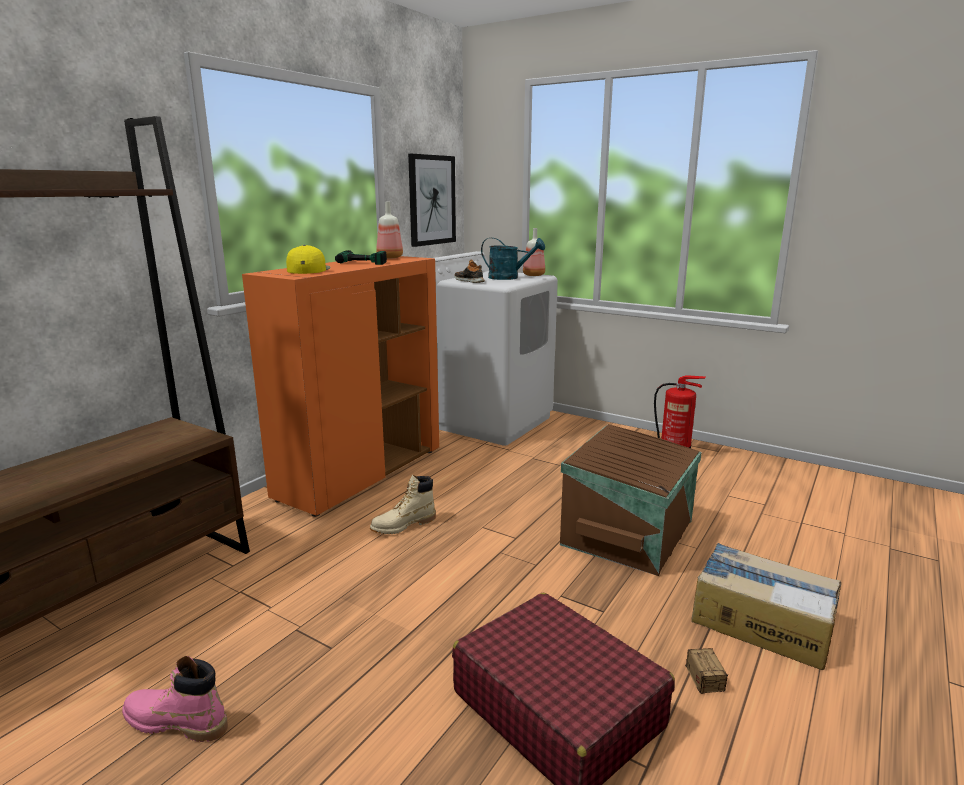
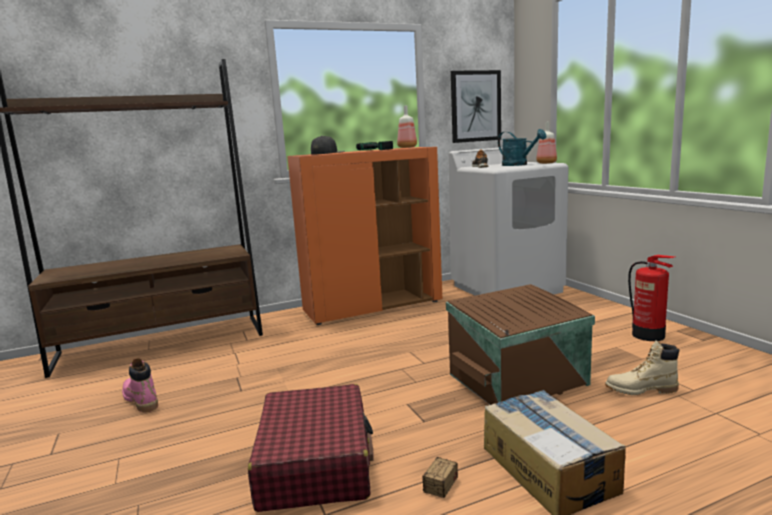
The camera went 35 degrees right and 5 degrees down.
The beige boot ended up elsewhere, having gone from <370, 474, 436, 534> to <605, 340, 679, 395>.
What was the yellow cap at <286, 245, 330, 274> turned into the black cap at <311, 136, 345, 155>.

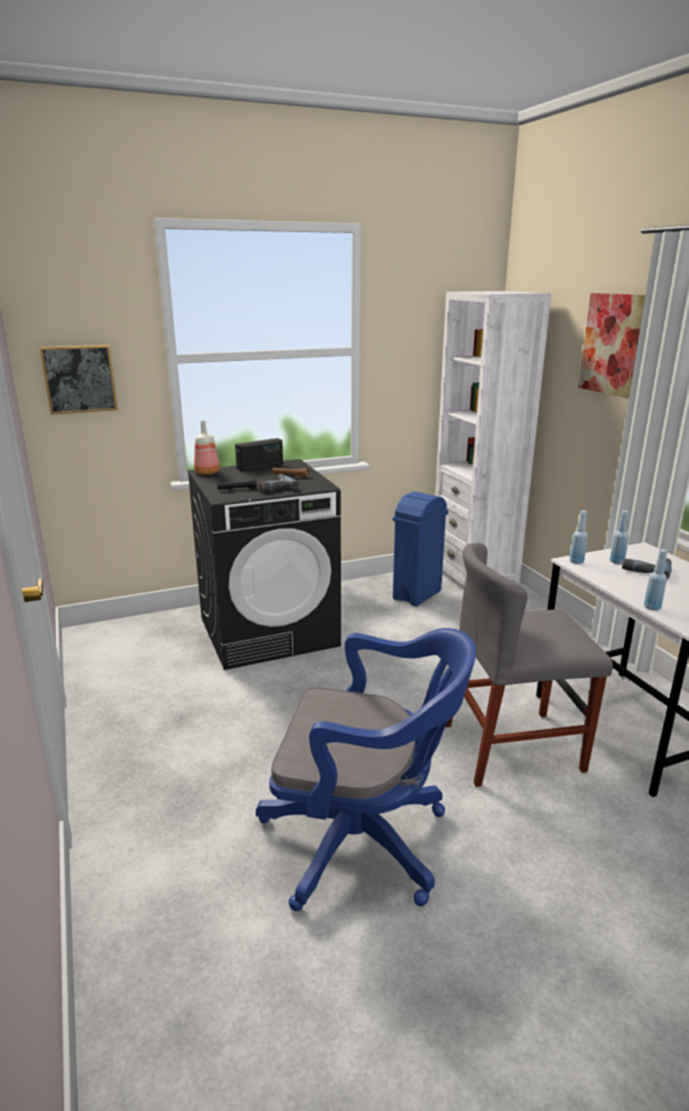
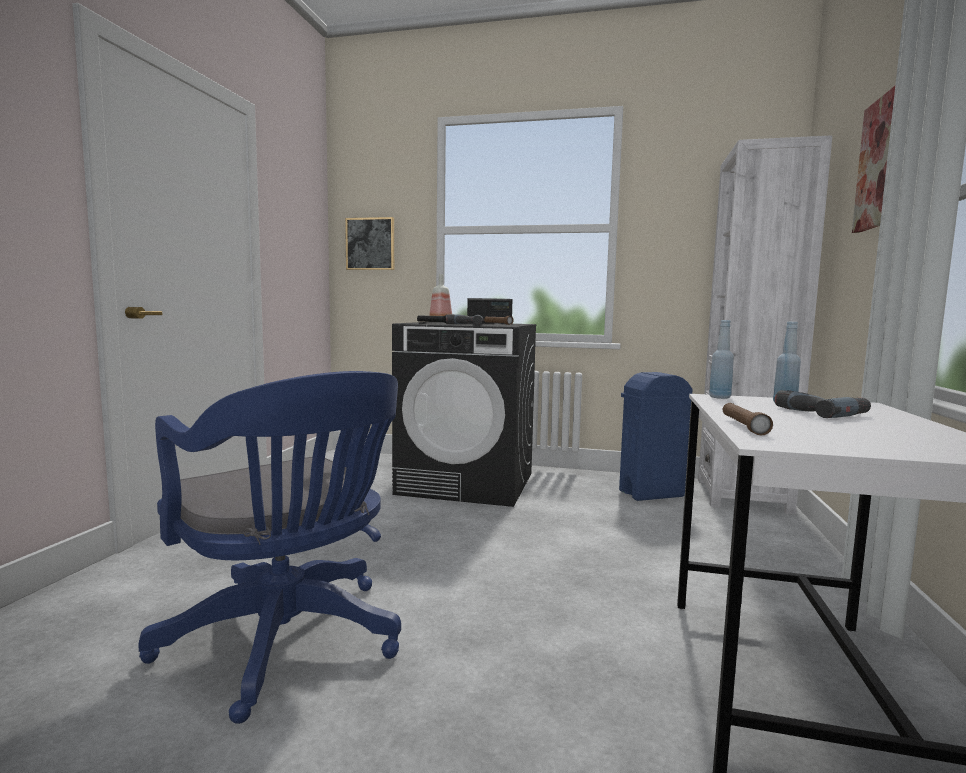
The camera went 35 degrees right and 15 degrees down.
The second view lost the grey chair at <445, 543, 613, 787>.
Where the blue bottle stood at <644, 549, 667, 611>, the brown flashlight came to stand at <723, 403, 773, 435>.

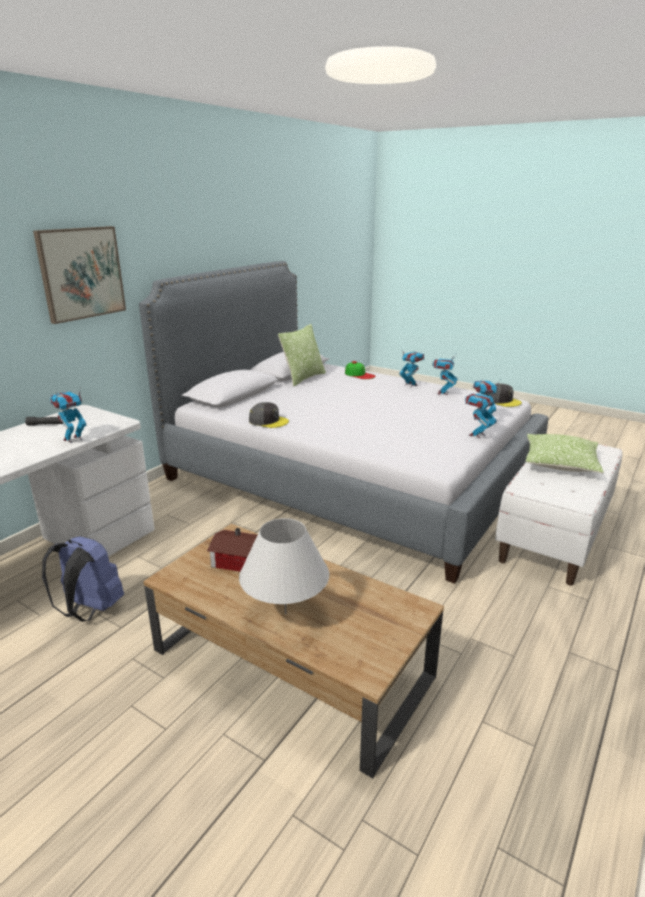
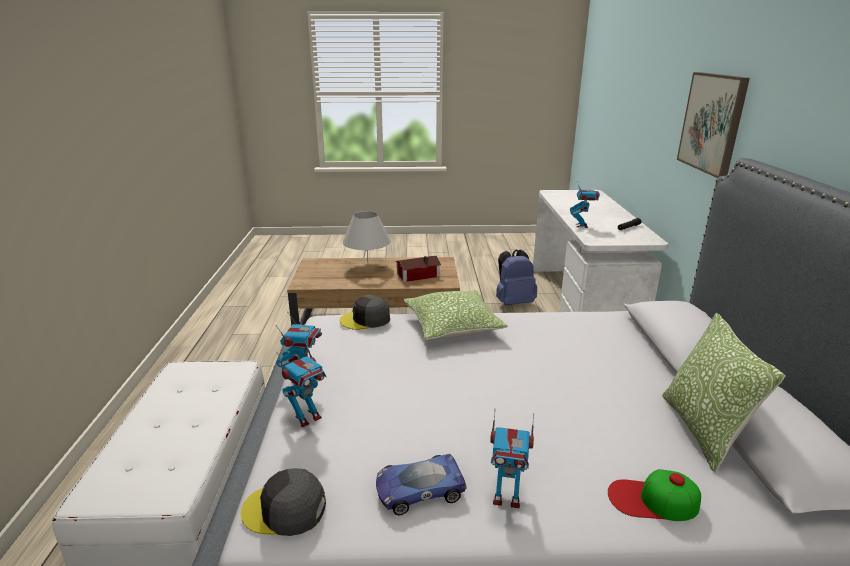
The camera went 145 degrees right and 0 degrees up.
The grey cap ended up elsewhere, having gone from <249, 402, 289, 428> to <340, 295, 390, 330>.
The pillow ended up elsewhere, having gone from <525, 434, 604, 473> to <404, 290, 508, 340>.
Where the toy robot stood at <432, 355, 457, 395>, the toy car came to stand at <376, 454, 467, 515>.

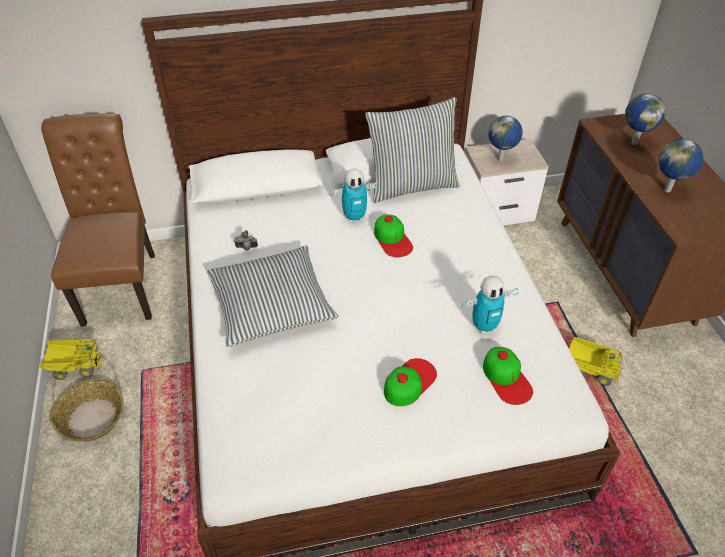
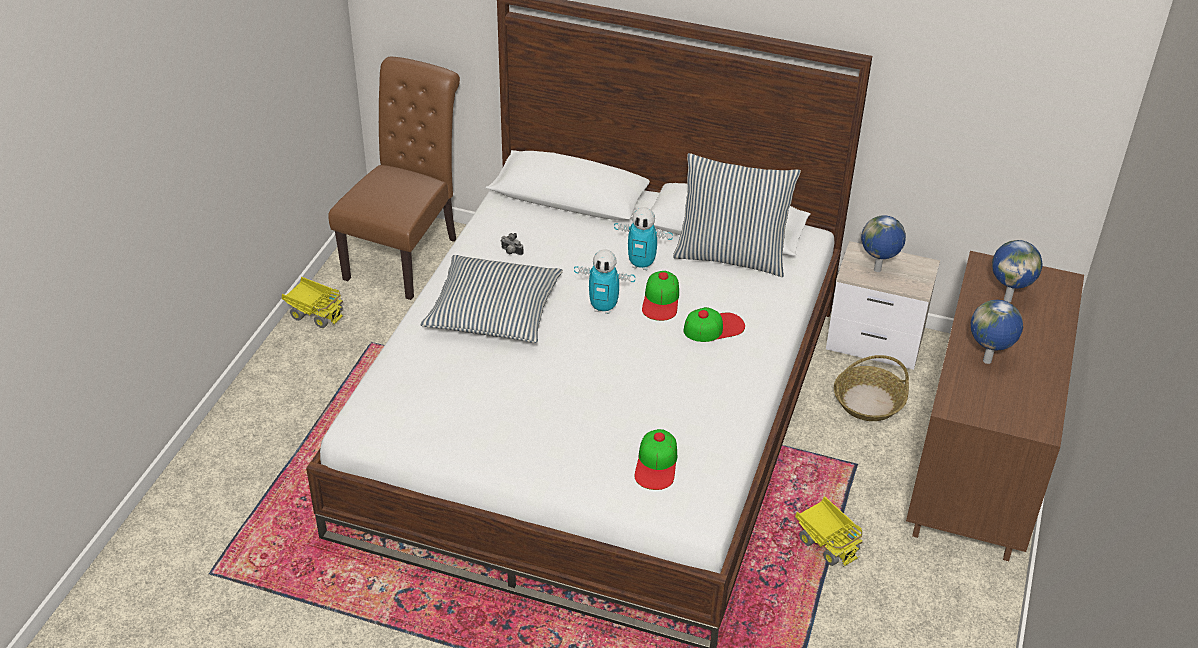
The camera went 30 degrees right and 5 degrees down.
The basket ended up elsewhere, having gone from <49, 379, 124, 442> to <834, 355, 909, 421>.
The cap ended up elsewhere, having gone from <384, 358, 437, 406> to <684, 307, 745, 342>.
The toy robot ended up elsewhere, having gone from <462, 276, 518, 334> to <574, 249, 635, 314>.

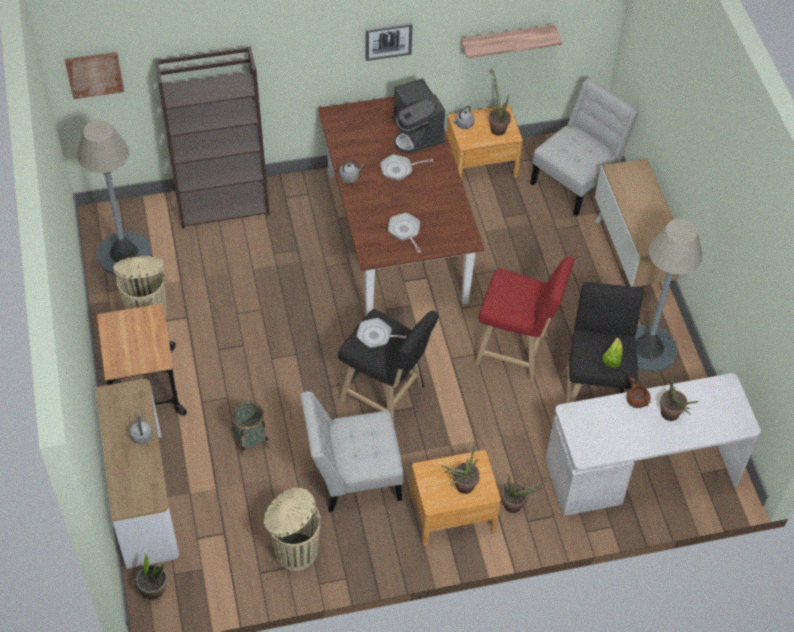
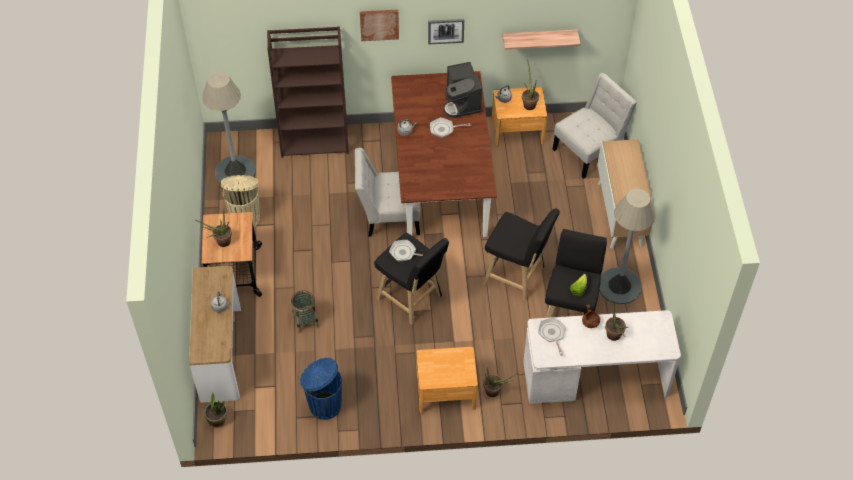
The camera went 10 degrees right and 0 degrees up.
The picture ended up elsewhere, having gone from <65, 52, 124, 99> to <360, 10, 399, 41>.
The white chair ended up elsewhere, having gone from <301, 391, 403, 512> to <355, 148, 420, 237>.
The frying pan ended up elsewhere, having gone from <388, 213, 421, 253> to <538, 318, 566, 356>.
The potted plant ended up elsewhere, having gone from <441, 444, 480, 494> to <195, 208, 232, 247>.
What was the beige trash can at <264, 488, 321, 571> turned into the blue trash can at <300, 357, 342, 420>.
What was the red stool at <475, 256, 575, 381> turned into the black stool at <483, 208, 560, 301>.

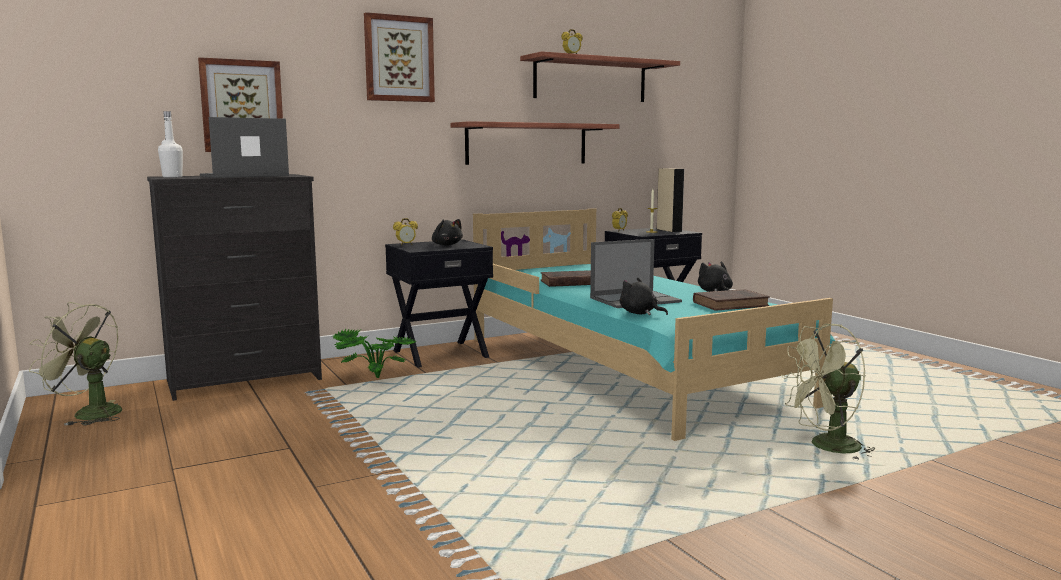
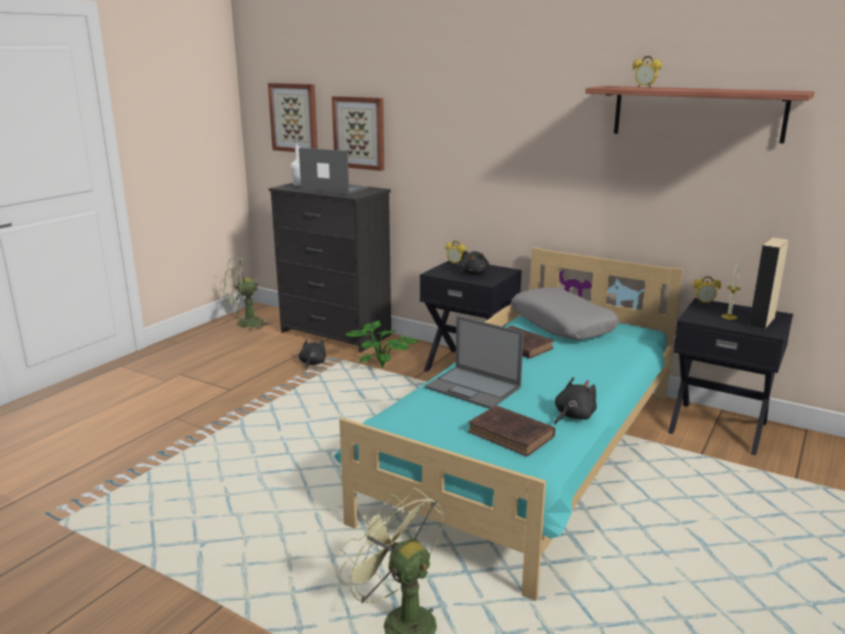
The camera went 60 degrees right and 10 degrees up.
The second view lost the shelf at <451, 121, 619, 165>.
The second view gained the grey pillow at <511, 287, 619, 340>.
The picture ended up elsewhere, having gone from <364, 12, 435, 102> to <268, 83, 318, 152>.
The black plush toy ended up elsewhere, having gone from <620, 277, 668, 315> to <299, 338, 326, 370>.
The green fan at <29, 302, 122, 426> ended up facing another way, 90 degrees counterclockwise from before.

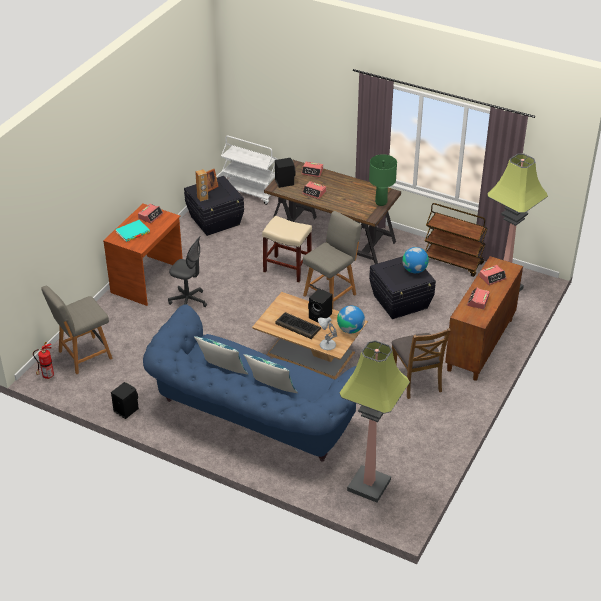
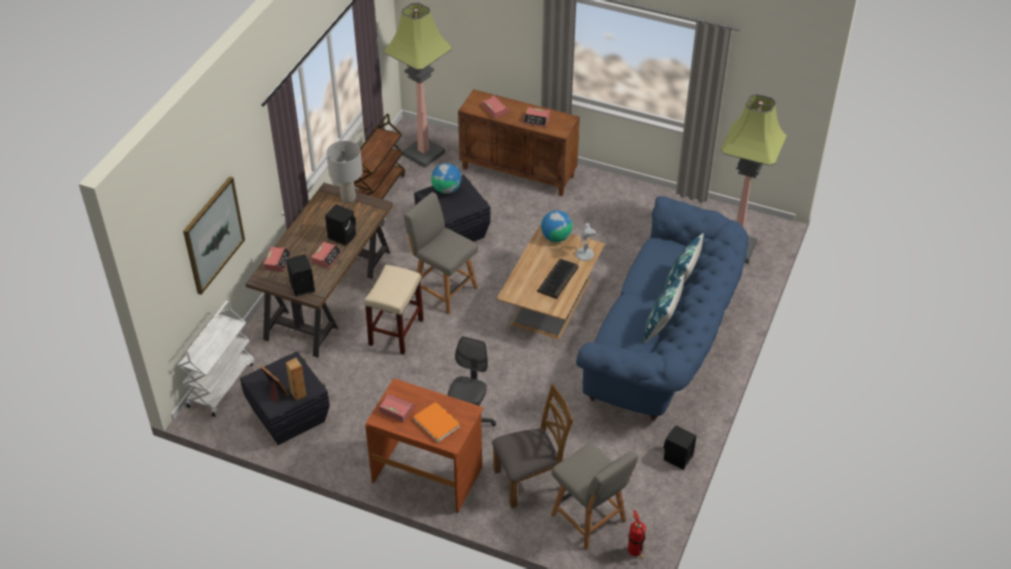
The camera went 95 degrees left and 5 degrees up.
The second view gained the picture at <183, 176, 245, 295>.
The black speaker ended up elsewhere, having gone from <308, 288, 333, 323> to <325, 204, 356, 245>.
The brown chair ended up elsewhere, having gone from <392, 328, 451, 399> to <492, 384, 574, 508>.
What was the turquoise book at <115, 220, 150, 242> turned into the orange book at <413, 402, 461, 442>.
What was the green table lamp at <369, 154, 397, 206> turned into the grey table lamp at <326, 141, 363, 203>.

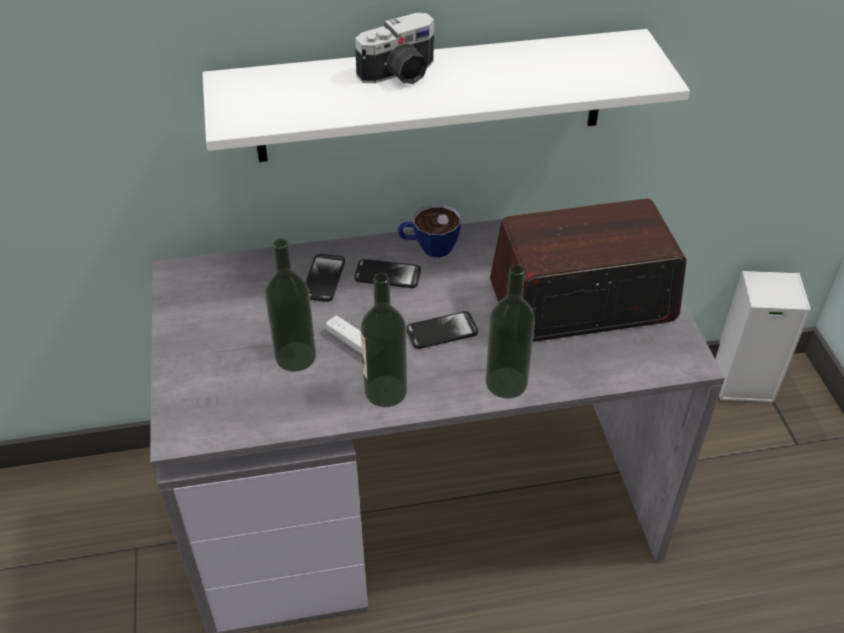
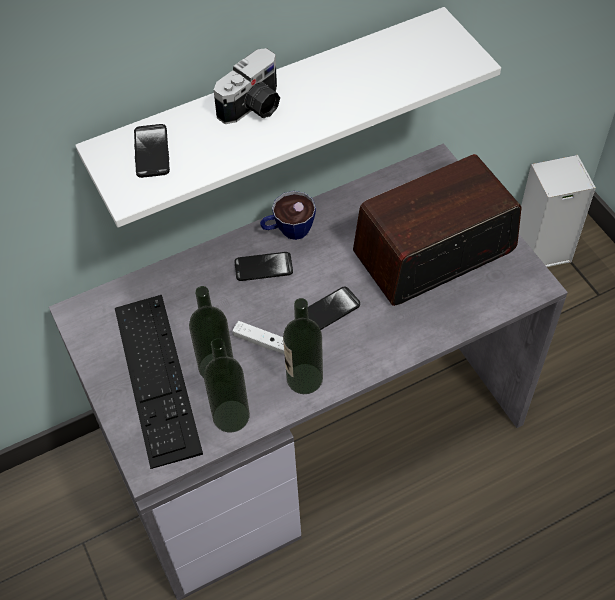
The camera went 15 degrees left and 10 degrees up.
The second view gained the keyboard at <115, 295, 203, 469>.
The phone ended up elsewhere, having gone from <306, 254, 345, 302> to <134, 124, 170, 178>.
The bottle ended up elsewhere, having gone from <486, 264, 535, 399> to <204, 338, 250, 432>.

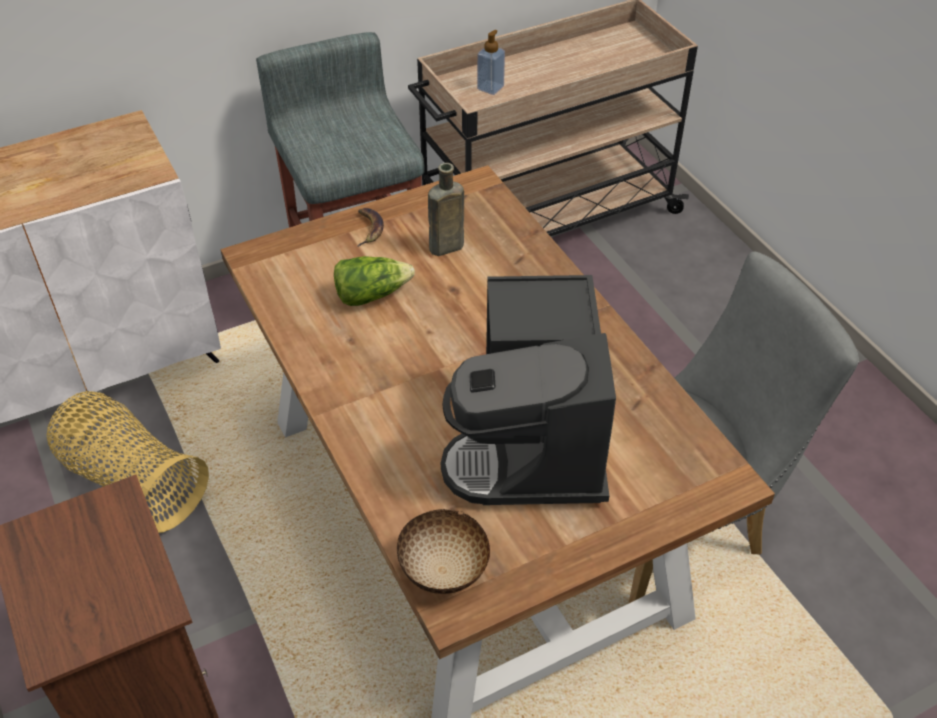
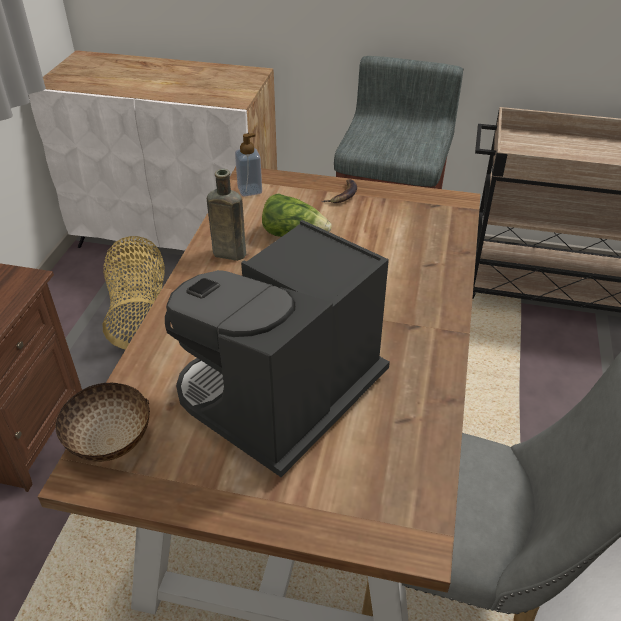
The camera went 40 degrees right and 5 degrees down.
The brown bottle ended up elsewhere, having gone from <428, 163, 464, 256> to <207, 169, 246, 261>.
The soap dispenser ended up elsewhere, having gone from <477, 30, 505, 95> to <235, 133, 262, 197>.

